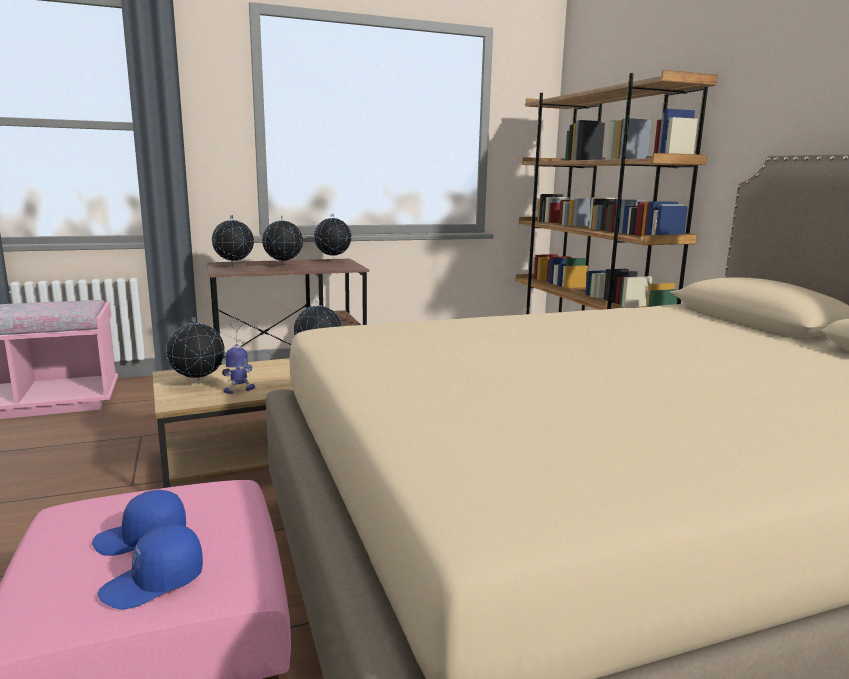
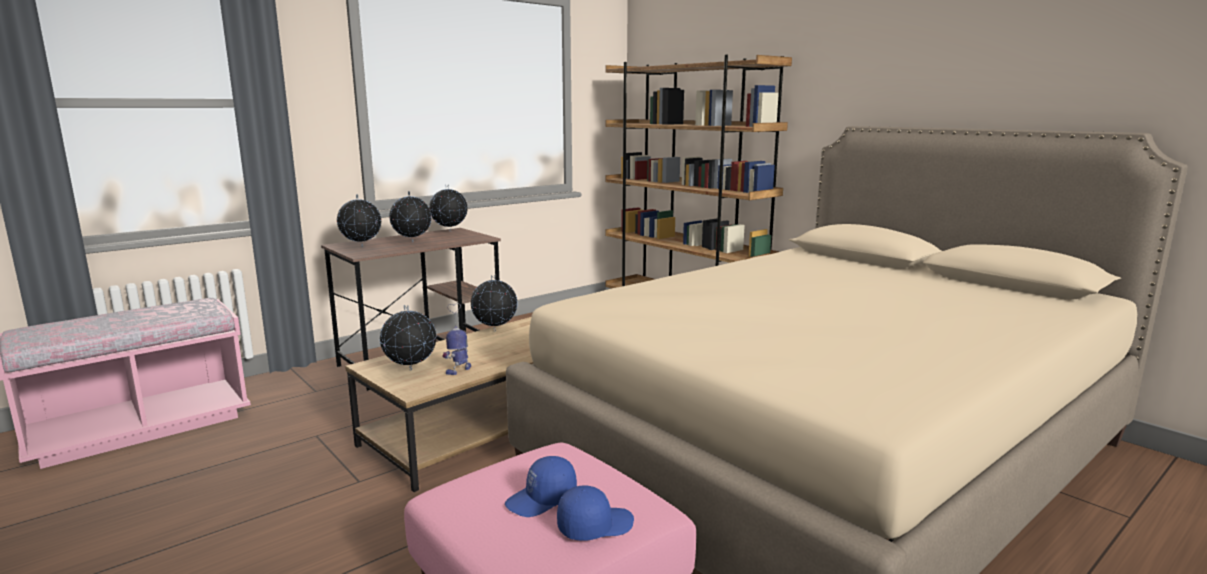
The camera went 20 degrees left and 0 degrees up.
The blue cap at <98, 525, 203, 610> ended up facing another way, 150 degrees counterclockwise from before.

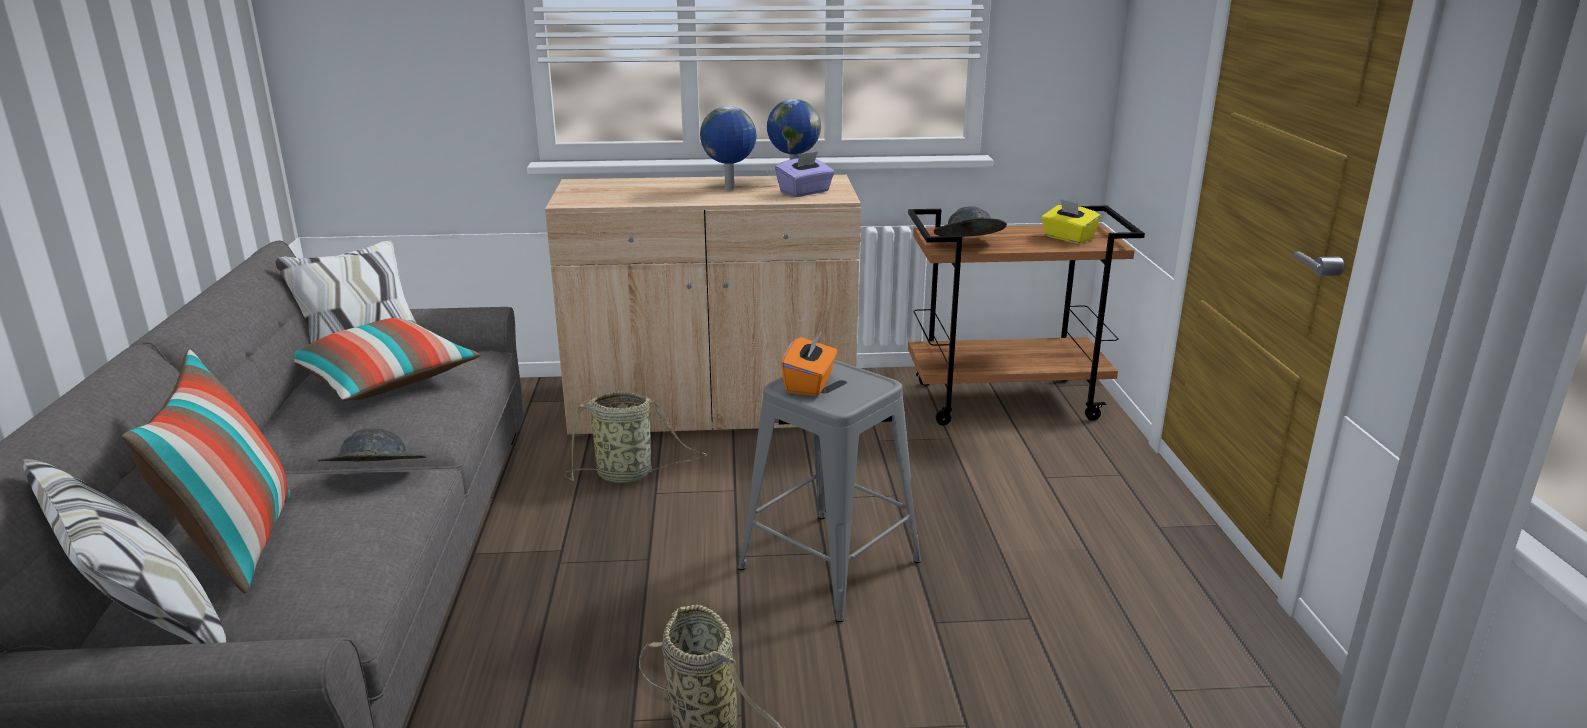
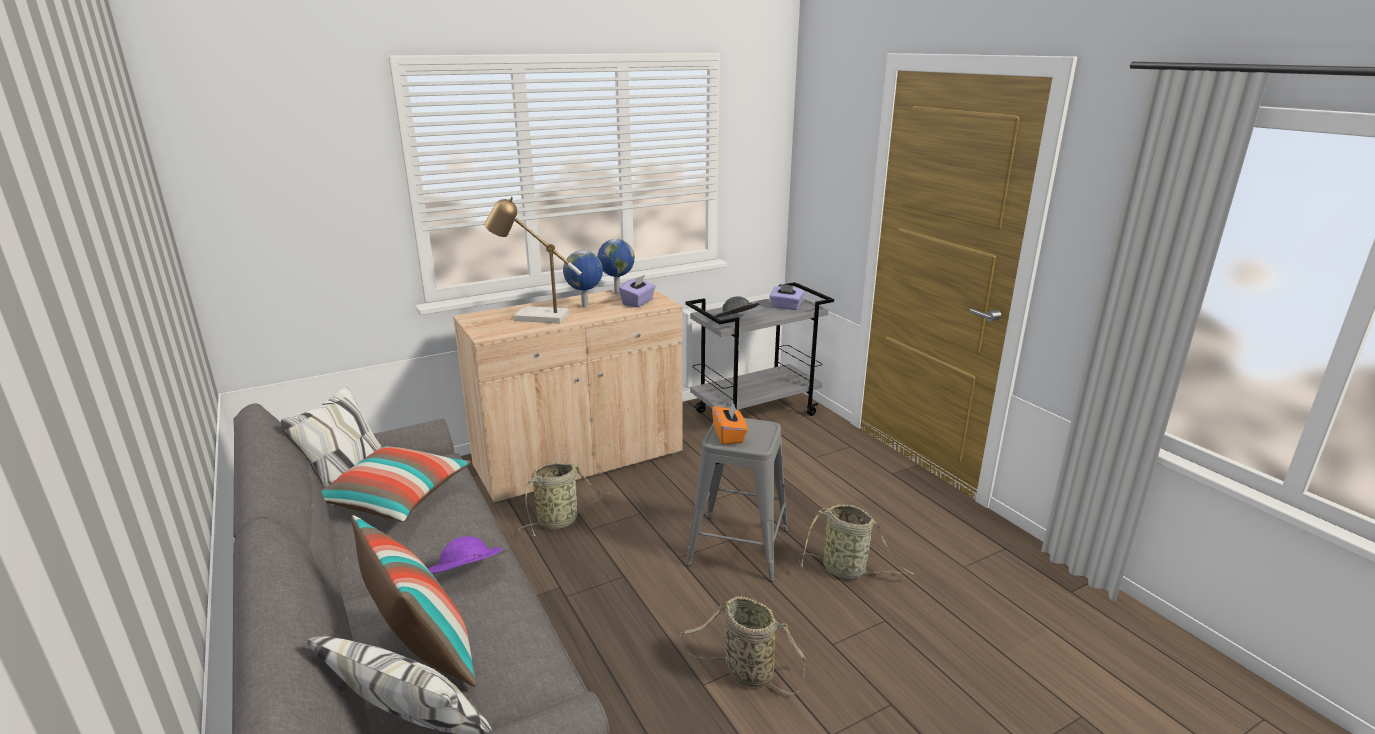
The camera went 25 degrees left and 0 degrees up.
The second view gained the table lamp at <484, 197, 582, 323>.
The second view gained the basket at <798, 504, 914, 579>.
What was the grey hat at <317, 428, 427, 461> turned into the purple hat at <428, 536, 503, 573>.
What was the brown cart at <908, 206, 1145, 425> turned into the grey cart at <685, 282, 834, 416>.
What was the yellow tissue box at <1041, 199, 1101, 244> turned into the purple tissue box at <769, 284, 804, 310>.

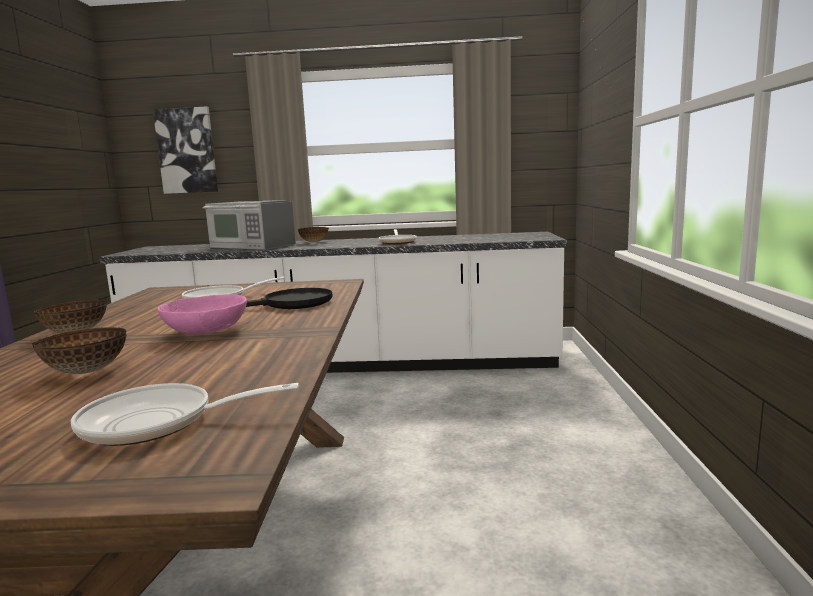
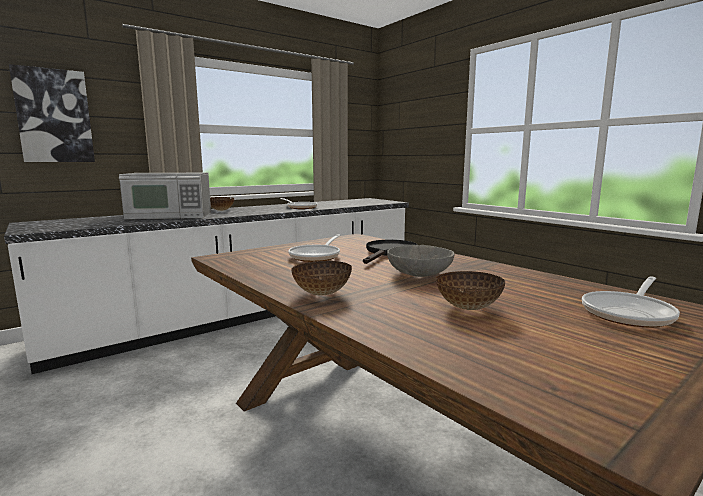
The camera went 40 degrees left and 0 degrees up.
What was the pink bowl at <158, 294, 247, 334> turned into the grey bowl at <387, 245, 454, 277>.

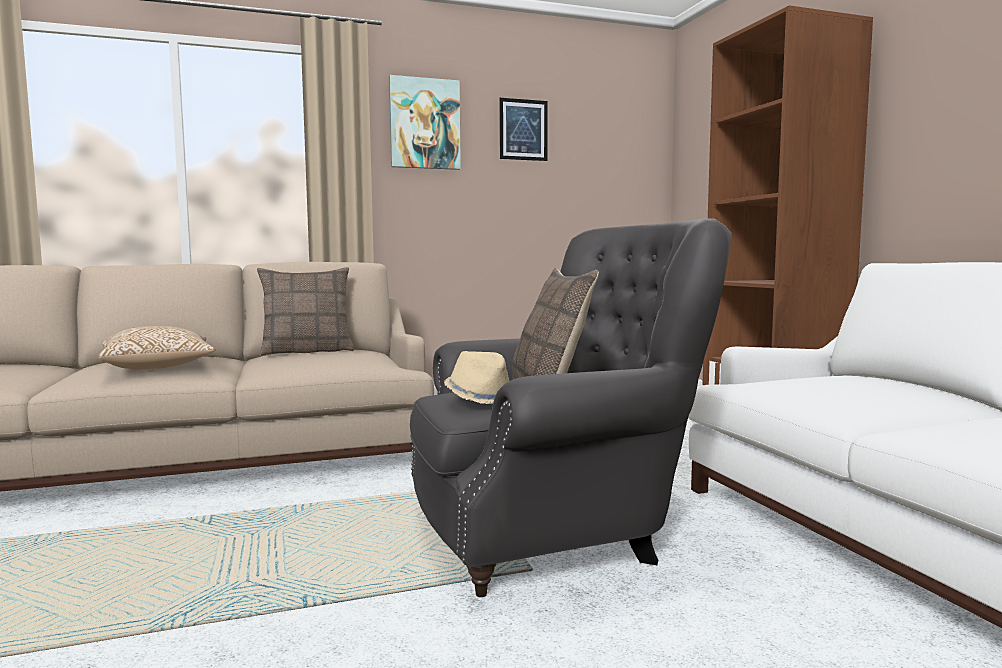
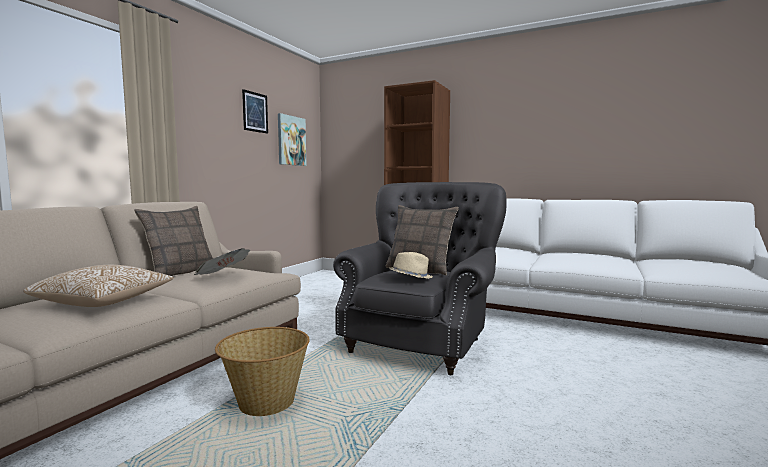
The camera went 45 degrees left and 0 degrees up.
The second view gained the newspaper at <194, 248, 250, 275>.
The second view gained the basket at <215, 327, 310, 416>.
The picture ended up elsewhere, having gone from <389, 75, 461, 170> to <278, 113, 307, 166>.

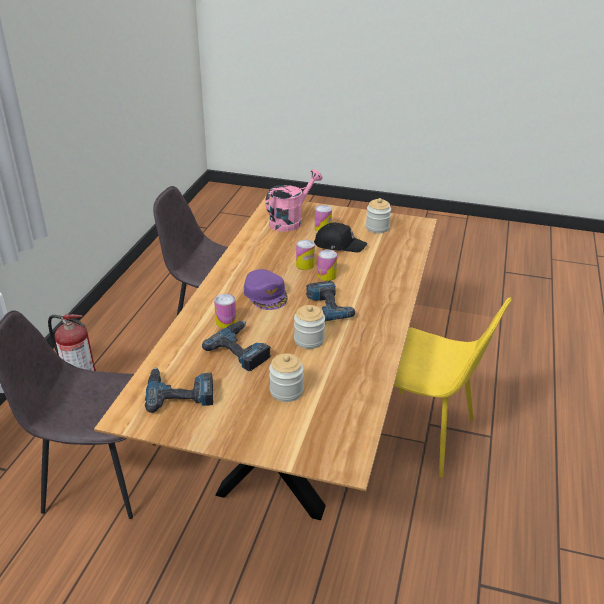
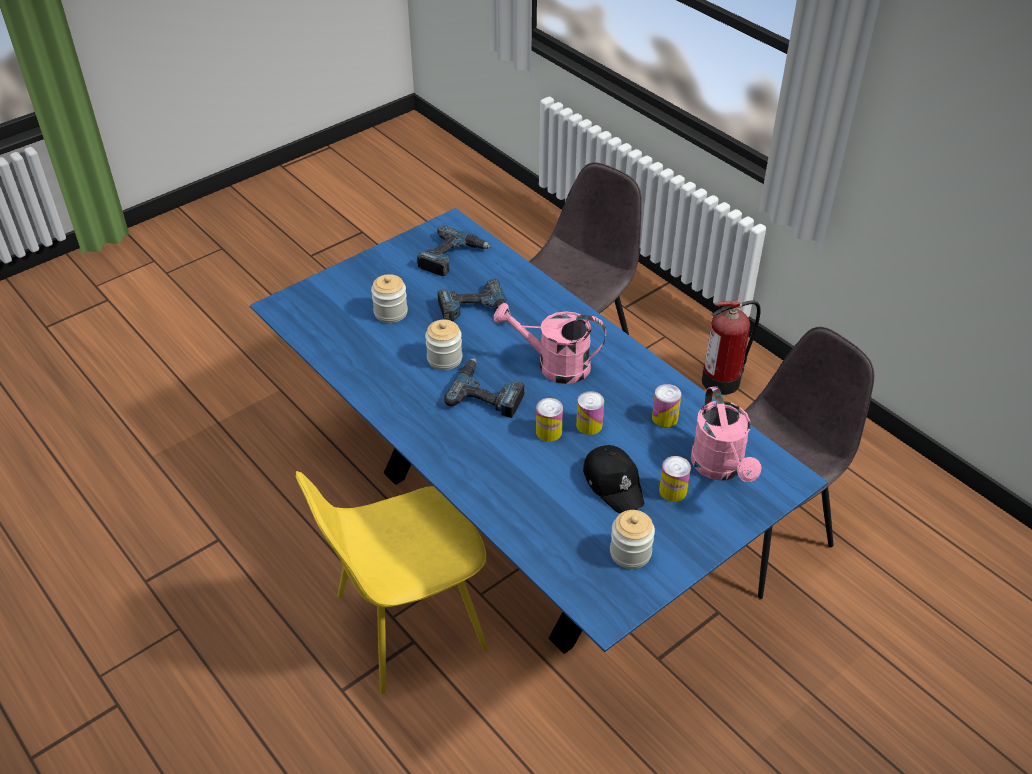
The camera went 125 degrees right and 10 degrees up.
The can ended up elsewhere, having gone from <214, 294, 236, 328> to <652, 384, 681, 427>.
Where the purple cap stood at <244, 269, 288, 310>, the pink watering can came to stand at <494, 303, 606, 384>.
What was the brown dining table at <94, 197, 437, 520> turned into the blue dining table at <250, 208, 828, 654>.
The black cap at <314, 223, 367, 253> ended up facing another way, 75 degrees counterclockwise from before.

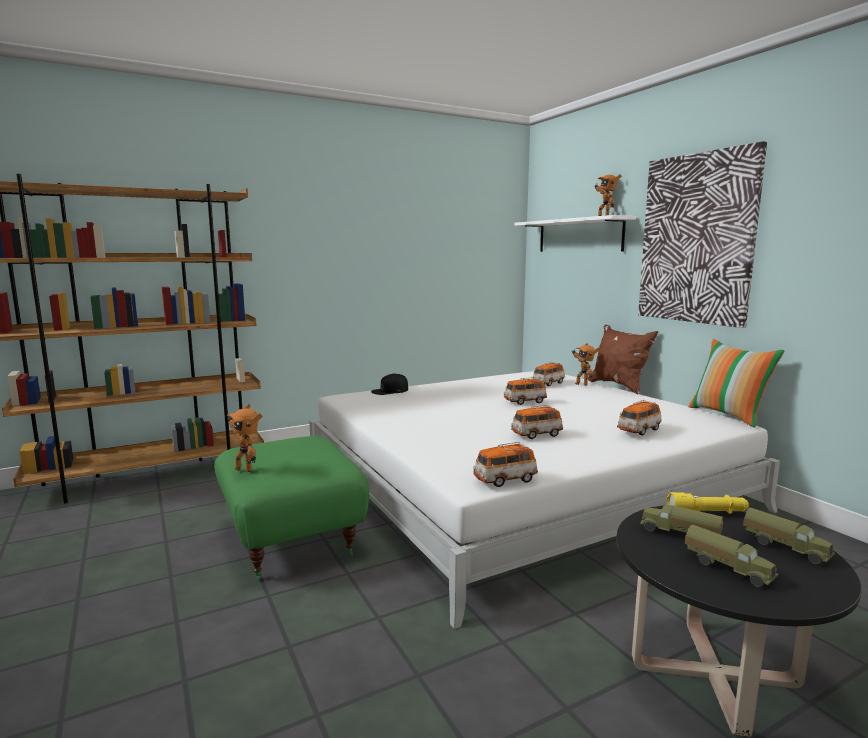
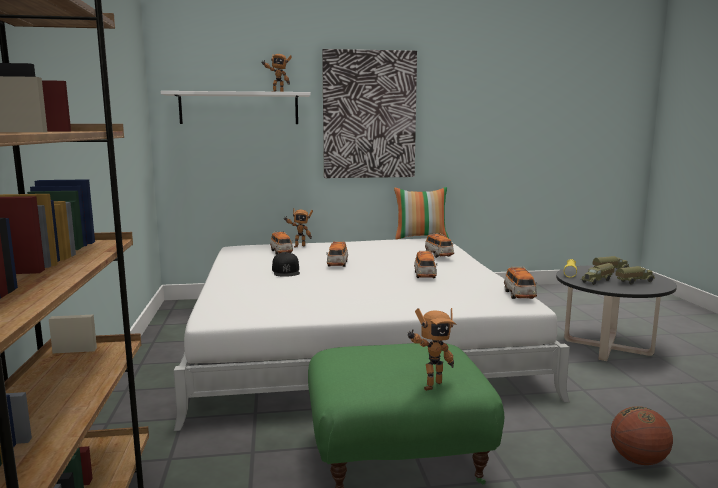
The camera went 70 degrees left and 0 degrees up.
The second view lost the brown pillow at <588, 324, 659, 395>.
The second view gained the basketball at <611, 406, 673, 465>.
The black cap ended up elsewhere, having gone from <371, 374, 408, 395> to <272, 252, 300, 277>.

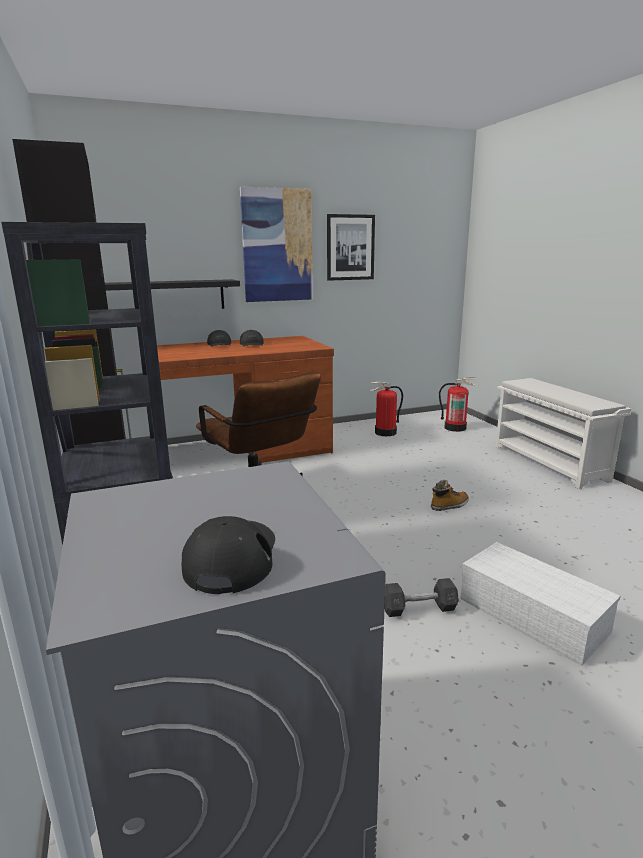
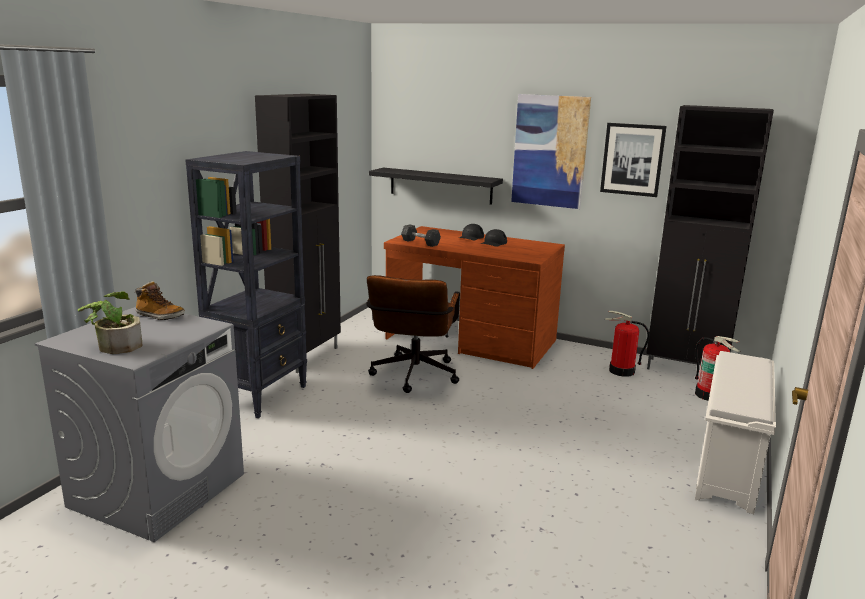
The camera went 45 degrees right and 0 degrees up.
The second view lost the white storage box at <461, 542, 621, 666>.
The second view gained the black cabinet at <646, 105, 774, 369>.
The grey dumbbell ended up elsewhere, having gone from <384, 578, 459, 617> to <401, 224, 441, 247>.
The boot ended up elsewhere, having gone from <431, 480, 469, 511> to <135, 281, 185, 320>.
Where the black cap stood at <182, 516, 275, 594>, the potted plant came to stand at <78, 292, 143, 354>.

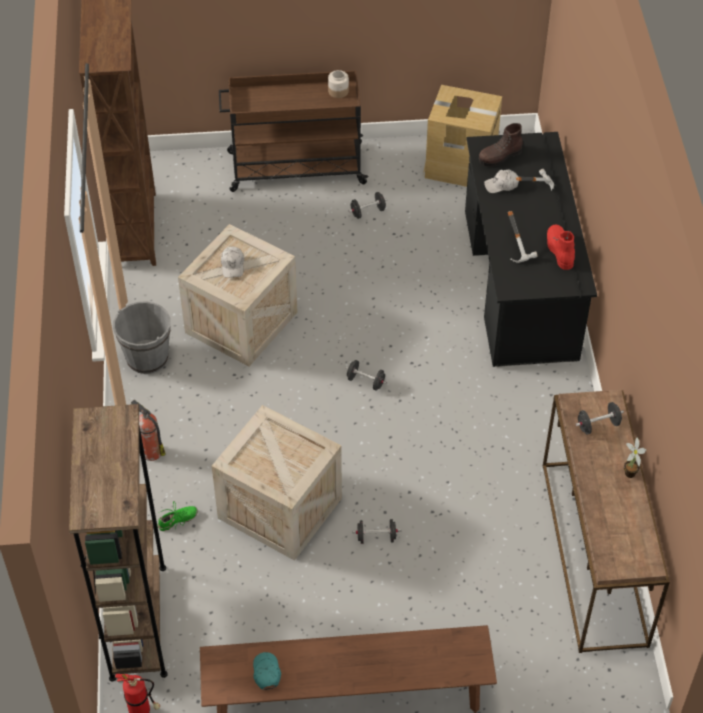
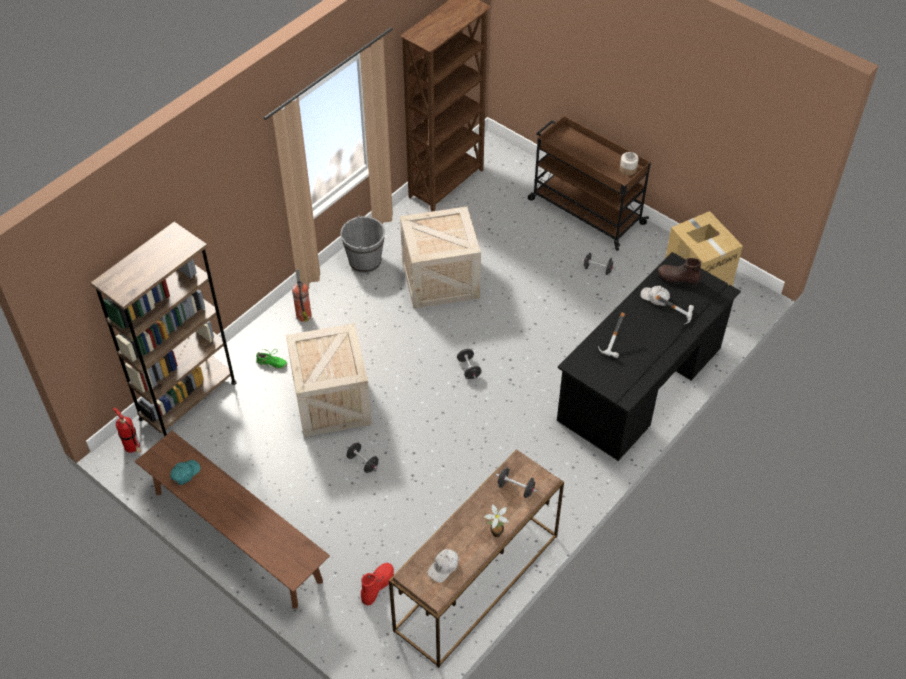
The camera went 45 degrees right and 0 degrees up.
The white cap ended up elsewhere, having gone from <221, 247, 244, 278> to <427, 549, 459, 583>.
The red boot ended up elsewhere, having gone from <547, 224, 575, 270> to <361, 563, 394, 605>.

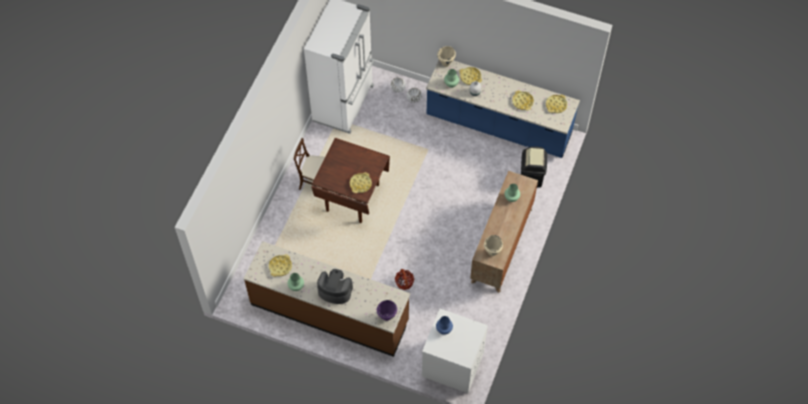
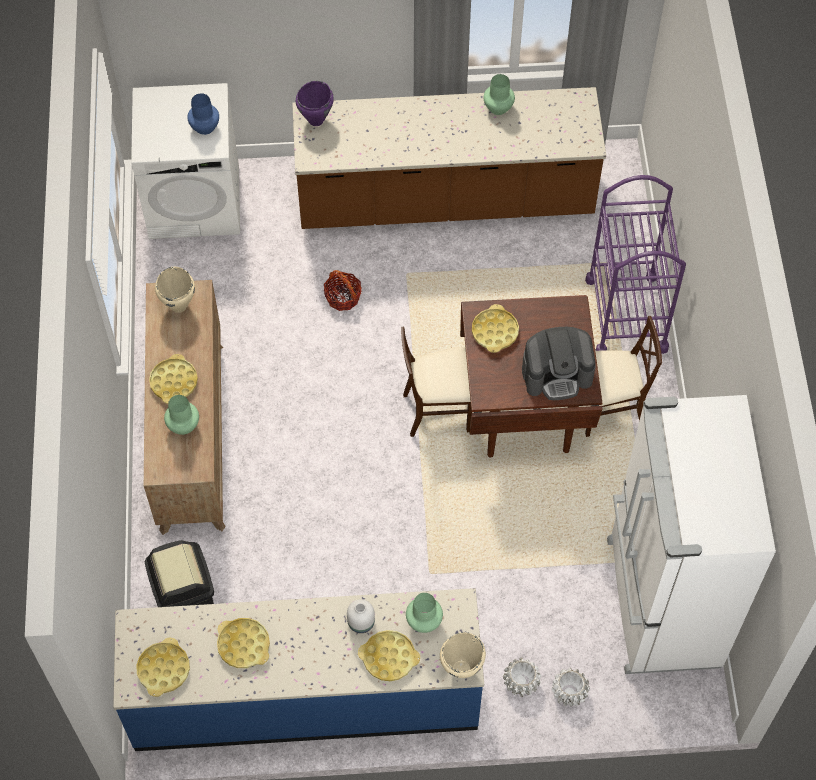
The camera went 155 degrees right and 0 degrees up.
The second view gained the beige chair at <401, 326, 472, 437>.
The second view gained the purple cart at <585, 175, 686, 354>.
The yellow tray ended up elsewhere, having gone from <269, 254, 292, 277> to <149, 354, 198, 404>.
The coffee machine ended up elsewhere, having gone from <317, 269, 353, 304> to <522, 327, 595, 400>.

